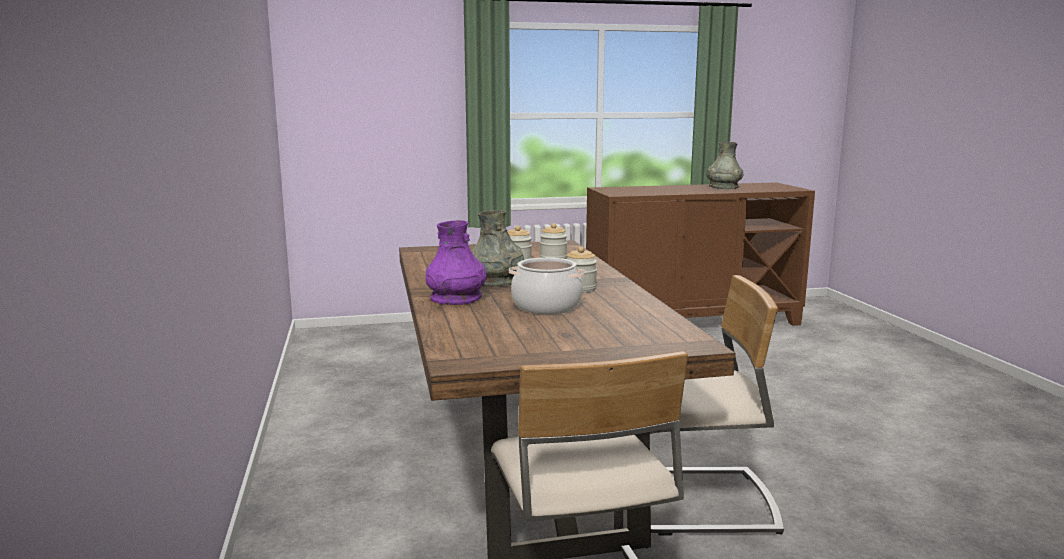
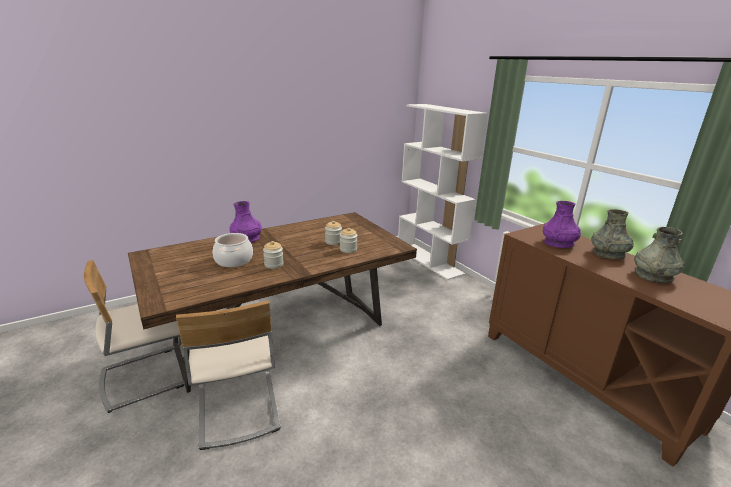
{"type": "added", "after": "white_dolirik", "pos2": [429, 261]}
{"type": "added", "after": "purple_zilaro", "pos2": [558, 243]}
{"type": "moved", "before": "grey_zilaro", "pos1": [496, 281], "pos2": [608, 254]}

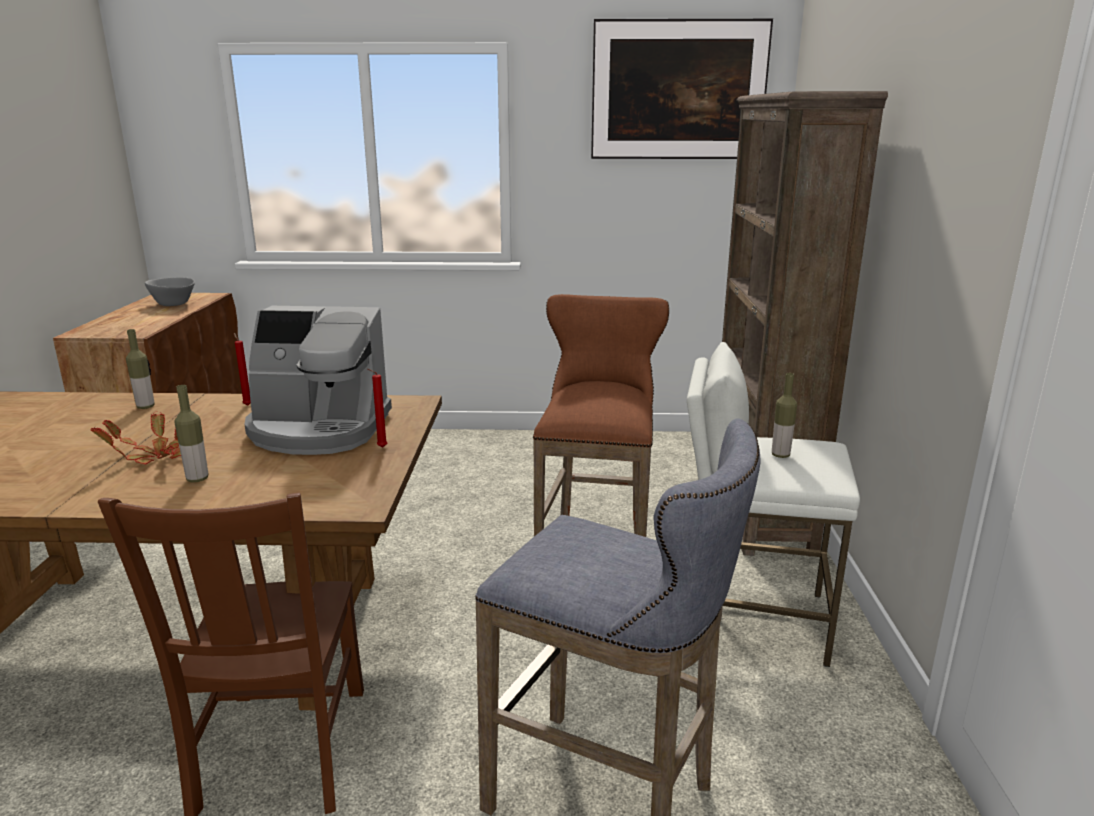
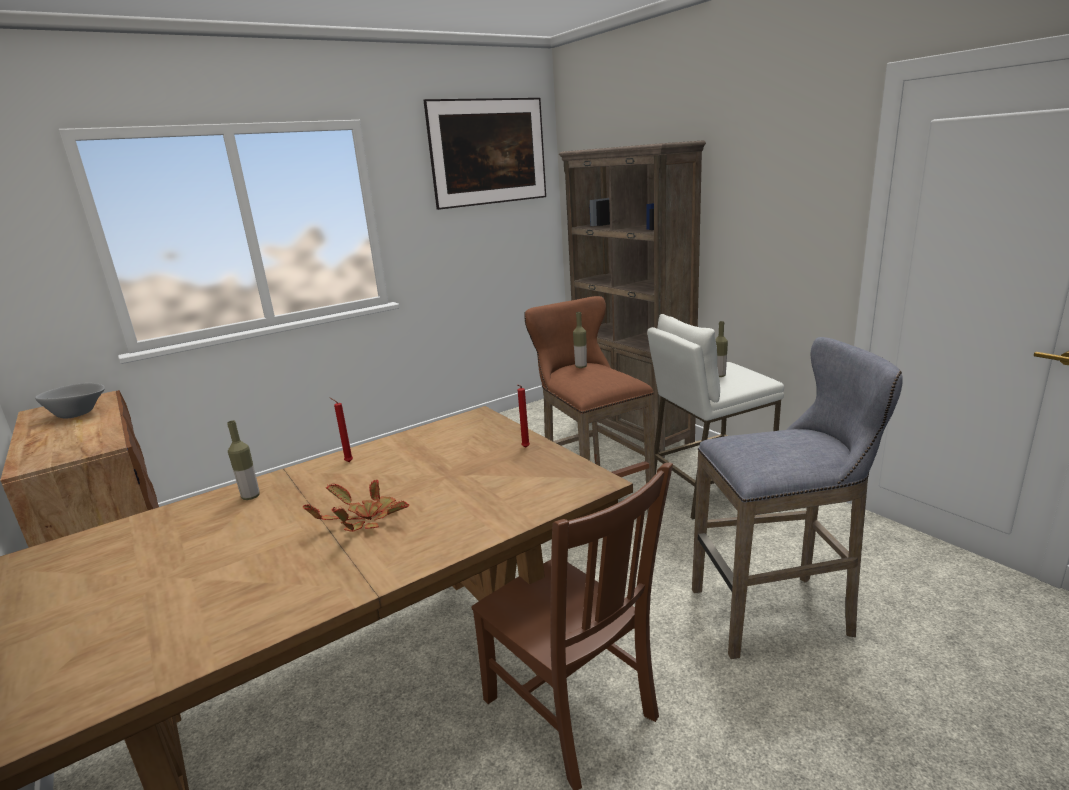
{"type": "removed", "before": "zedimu", "pos1": [318, 429]}
{"type": "moved", "before": "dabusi", "pos1": [197, 479], "pos2": [581, 367]}

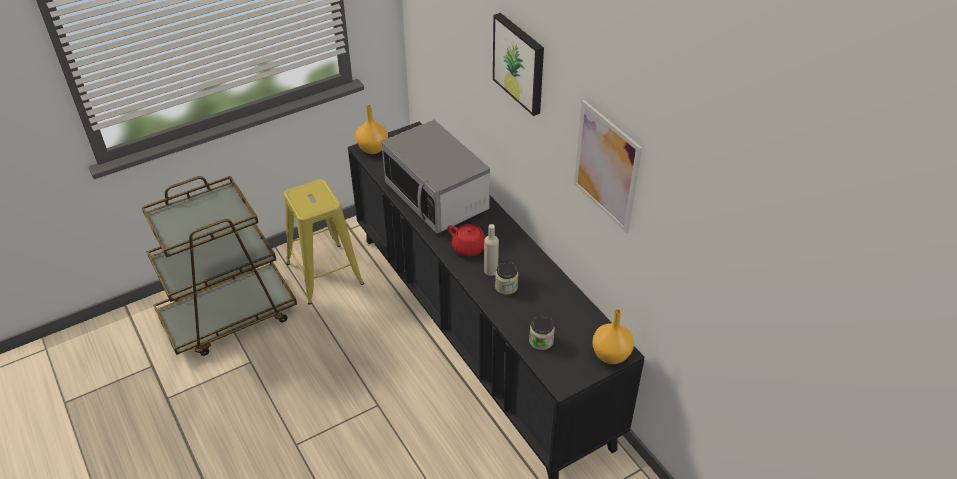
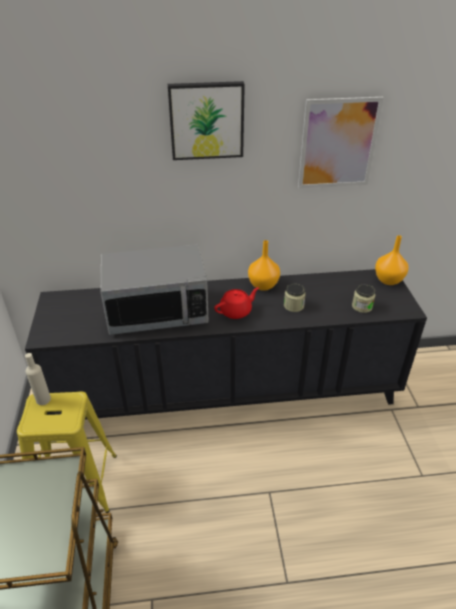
{"type": "moved", "before": "orange_zilaro", "pos1": [373, 148], "pos2": [262, 285]}
{"type": "moved", "before": "beige_dabusi", "pos1": [491, 270], "pos2": [43, 399]}

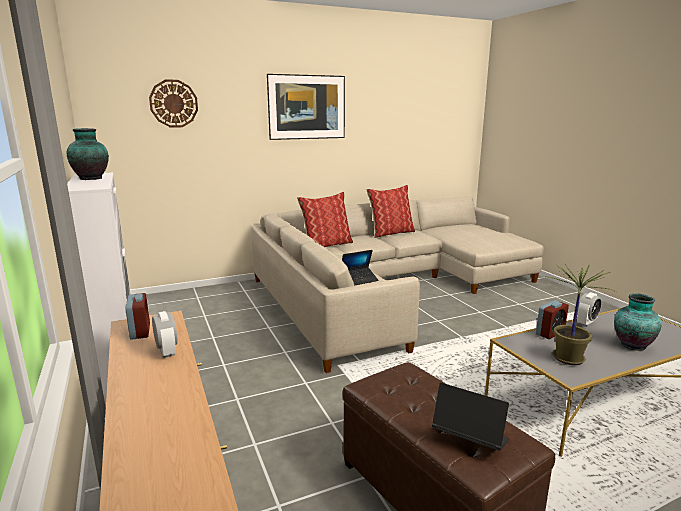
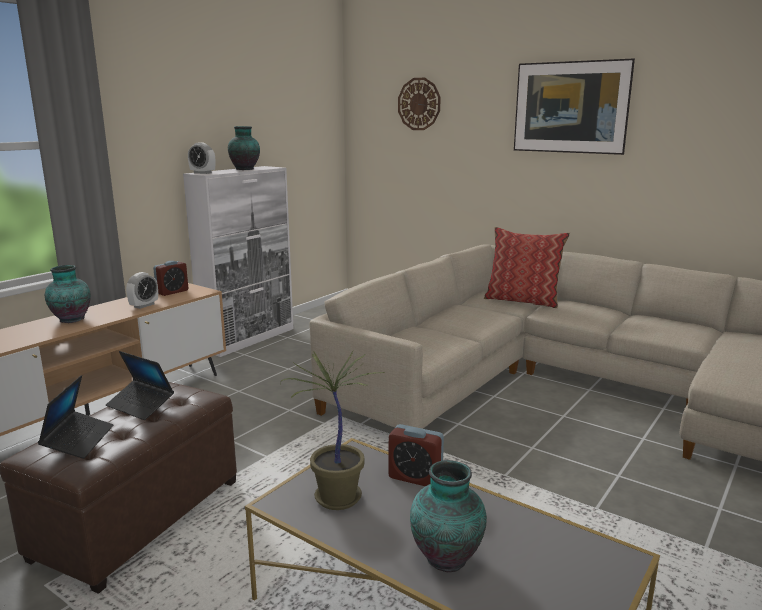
{"type": "removed", "before": "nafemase", "pos1": [390, 233]}
{"type": "added", "after": "zilaro", "pos2": [70, 319]}
{"type": "moved", "before": "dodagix", "pos1": [359, 280], "pos2": [140, 405]}
{"type": "moved", "before": "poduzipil", "pos1": [586, 323], "pos2": [202, 173]}

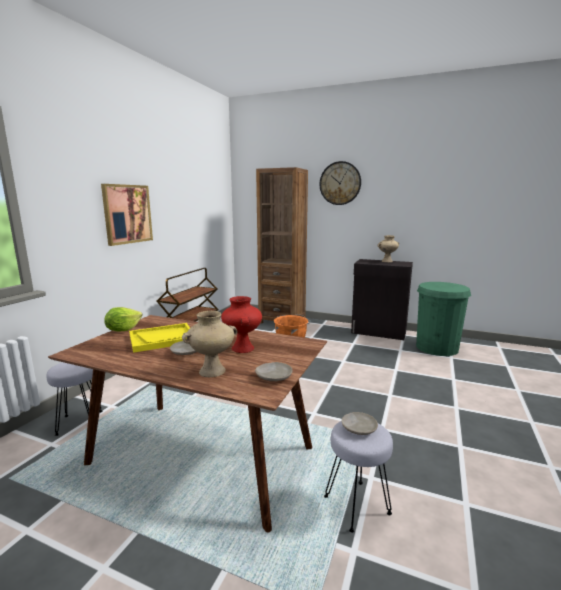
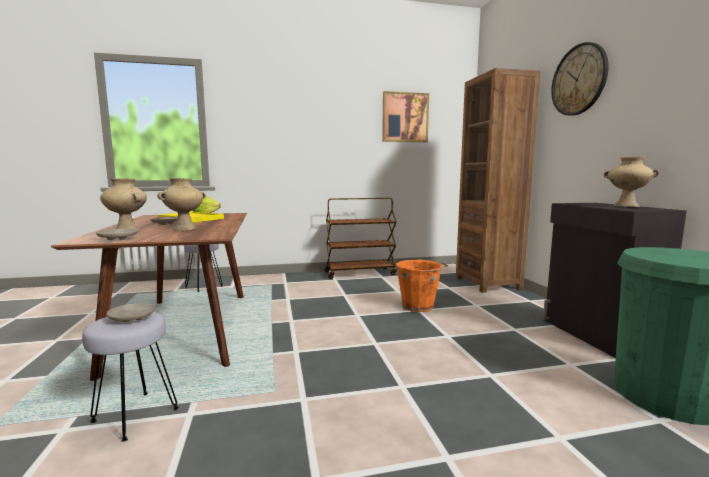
{"type": "moved", "before": "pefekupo", "pos1": [127, 214], "pos2": [405, 117]}
{"type": "recoloured", "before": "red_zilaro", "after": "beige_zilaro", "pos1": [242, 348], "pos2": [185, 228]}

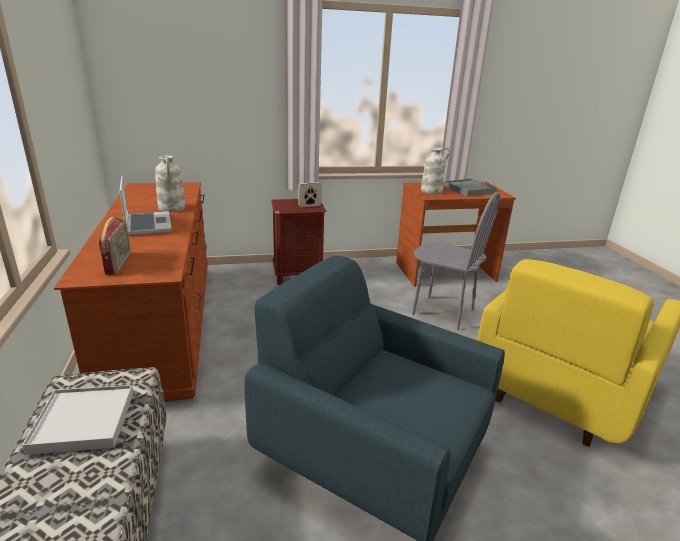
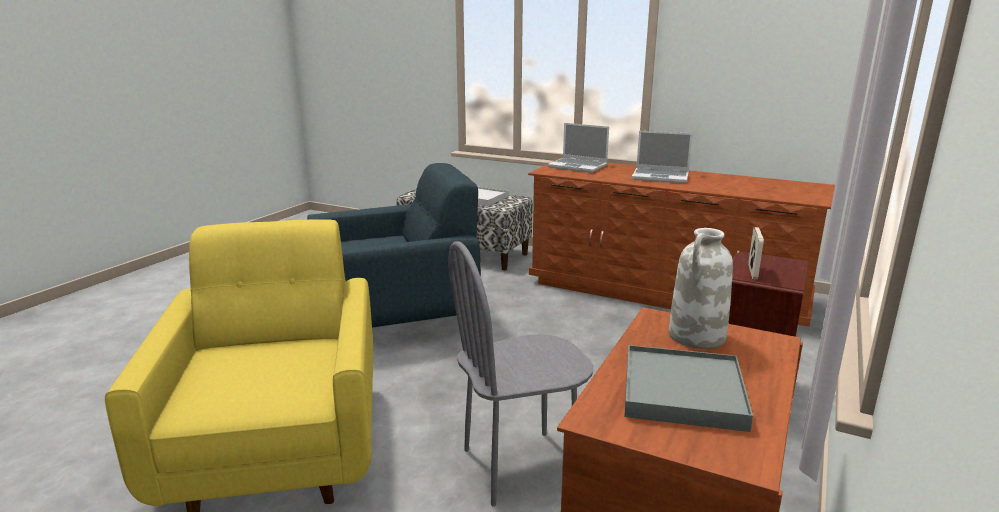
{"type": "removed", "before": "white_zilaro", "pos1": [172, 208]}
{"type": "replaced", "before": "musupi", "after": "dodagix", "pos1": [119, 263], "pos2": [578, 166]}

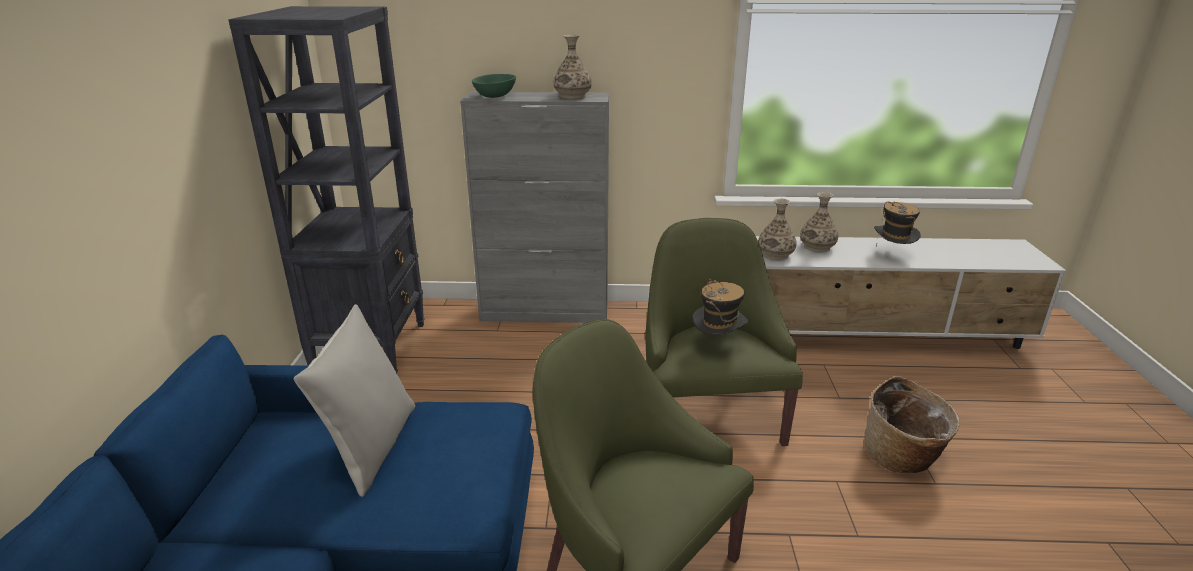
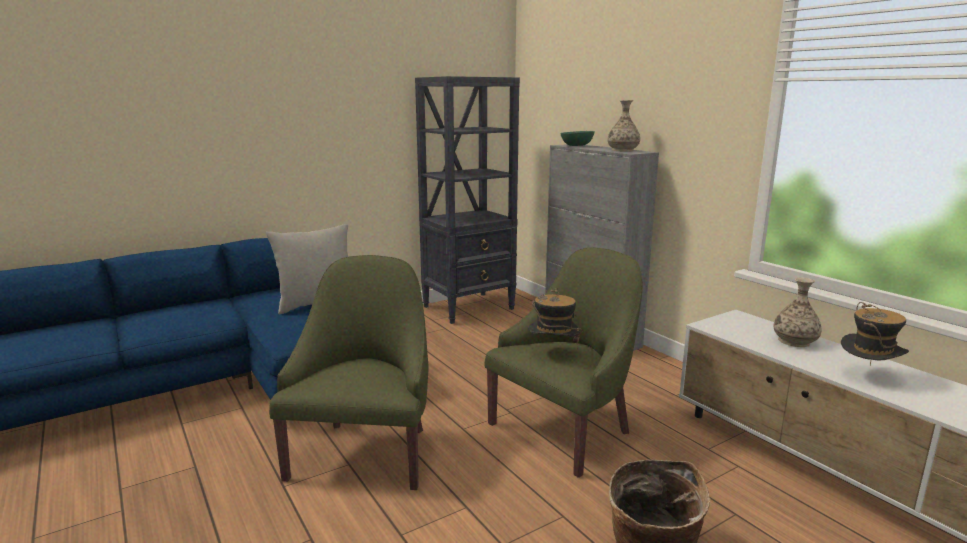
{"type": "removed", "before": "zilaro", "pos1": [775, 254]}

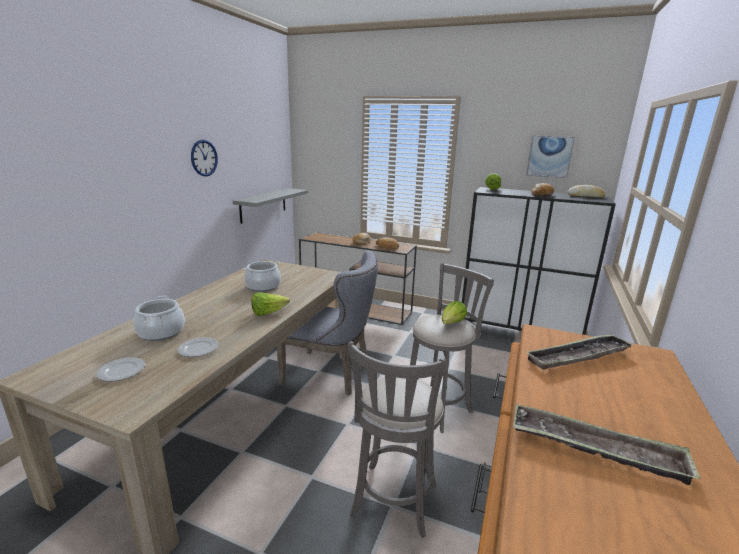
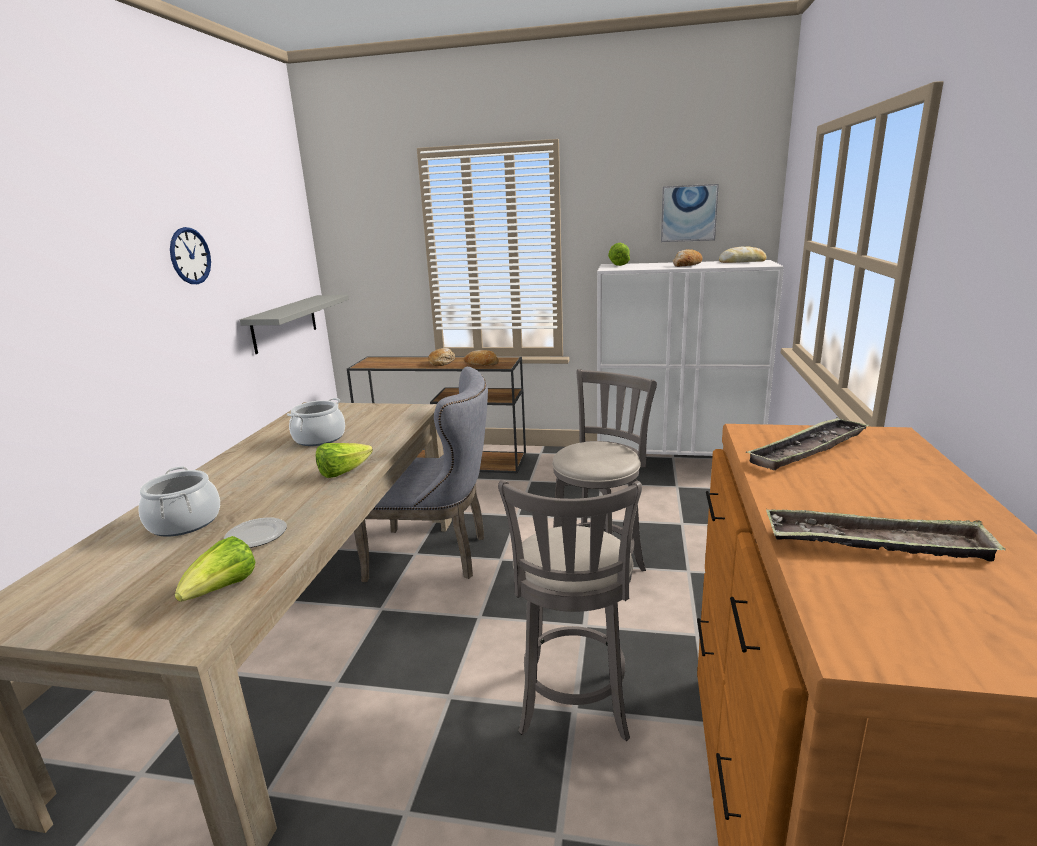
{"type": "removed", "before": "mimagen", "pos1": [122, 371]}
{"type": "moved", "before": "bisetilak", "pos1": [452, 324], "pos2": [223, 590]}
{"type": "recoloured", "before": "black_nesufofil", "after": "white_nesufofil", "pos1": [518, 334], "pos2": [676, 462]}

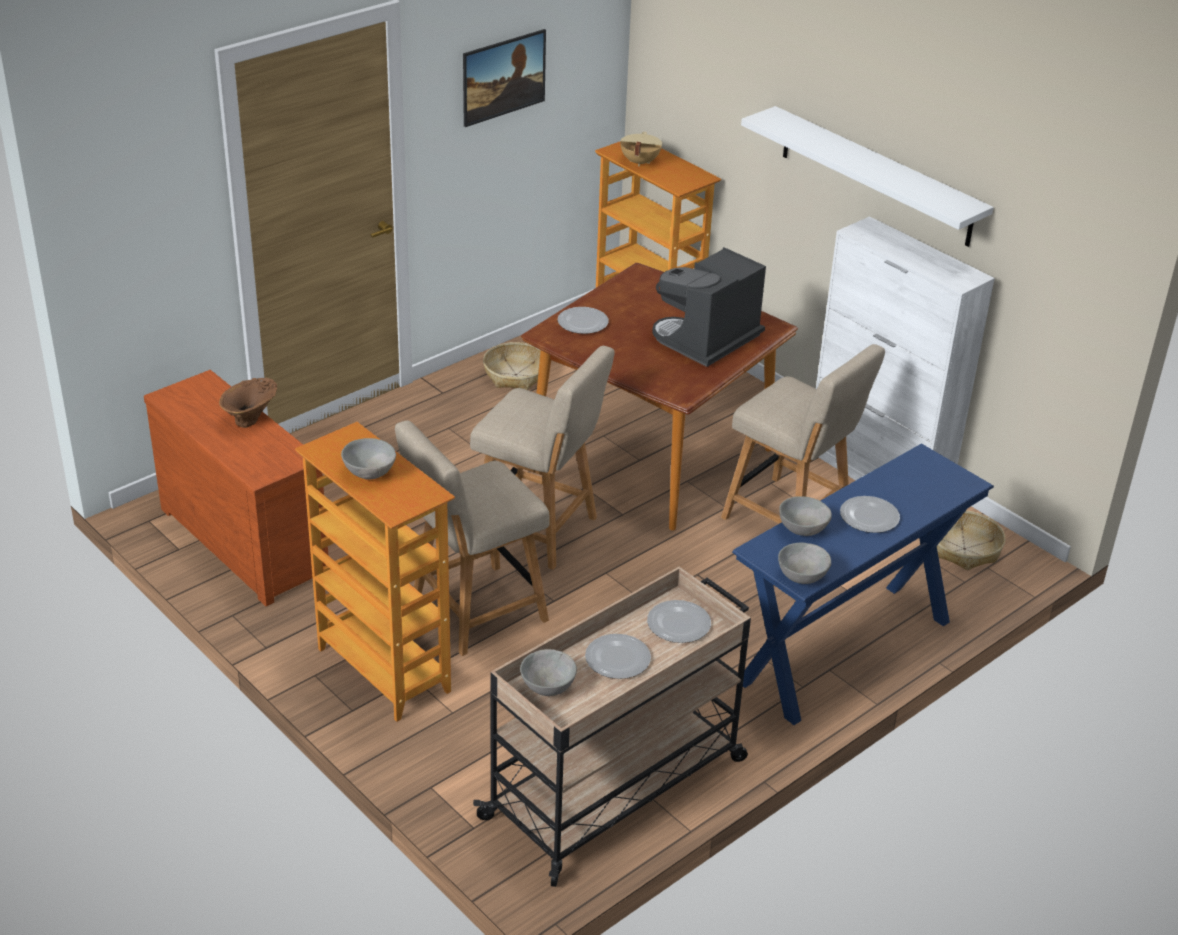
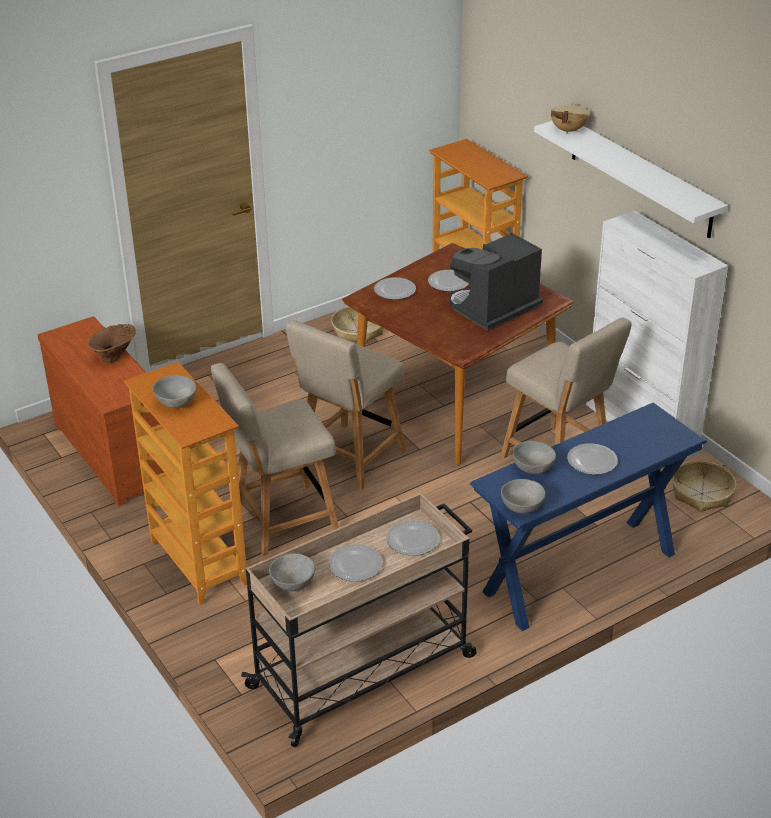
{"type": "removed", "before": "pefekupo", "pos1": [504, 95]}
{"type": "added", "after": "mimagen", "pos2": [449, 282]}
{"type": "moved", "before": "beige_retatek", "pos1": [639, 162], "pos2": [567, 130]}
{"type": "turned", "before": "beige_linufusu", "pos1": [539, 531], "pos2": [349, 459], "turn": 90}

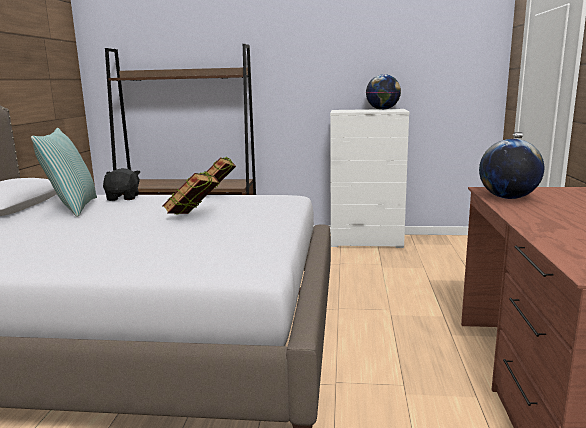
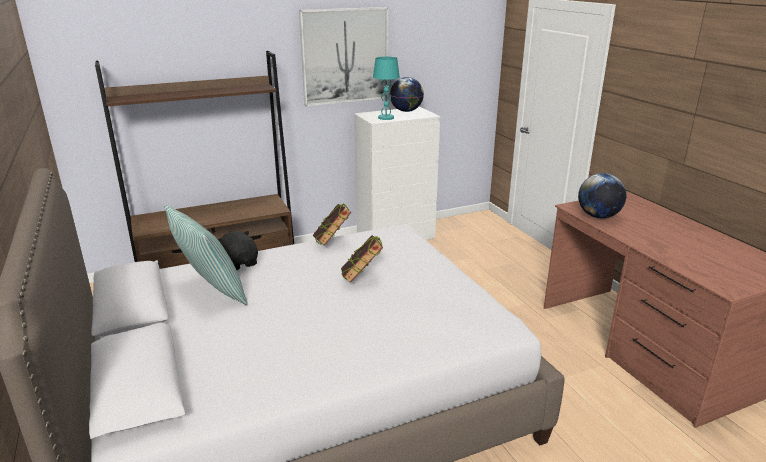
{"type": "added", "after": "pefekupo", "pos2": [345, 56]}
{"type": "added", "after": "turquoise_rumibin", "pos2": [386, 118]}

